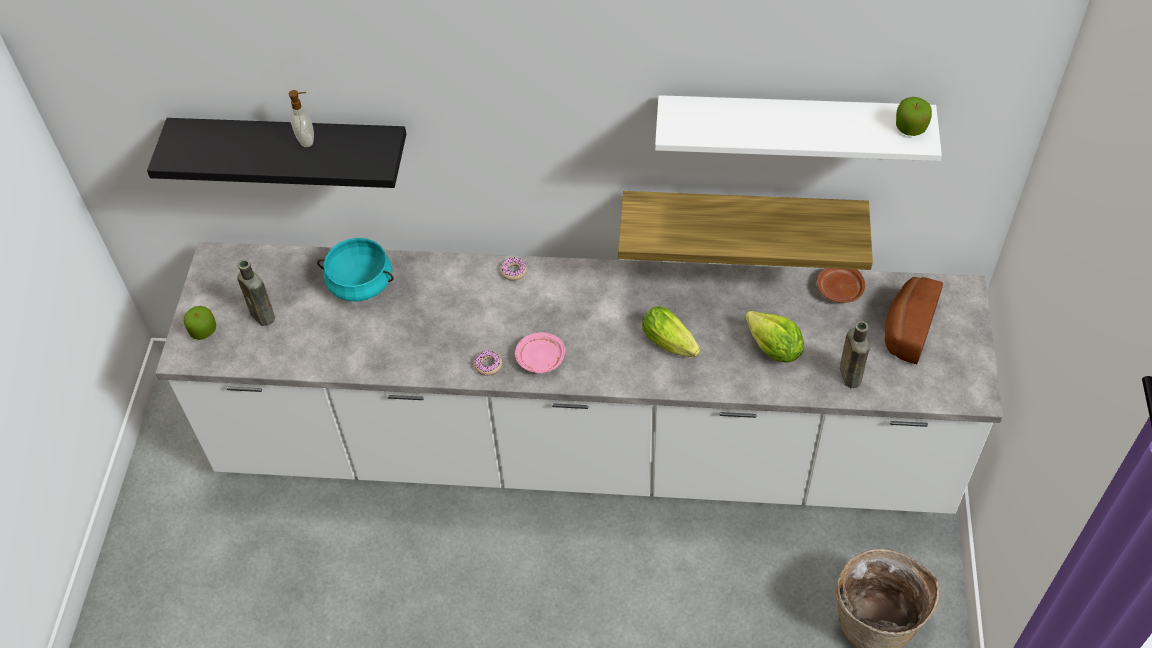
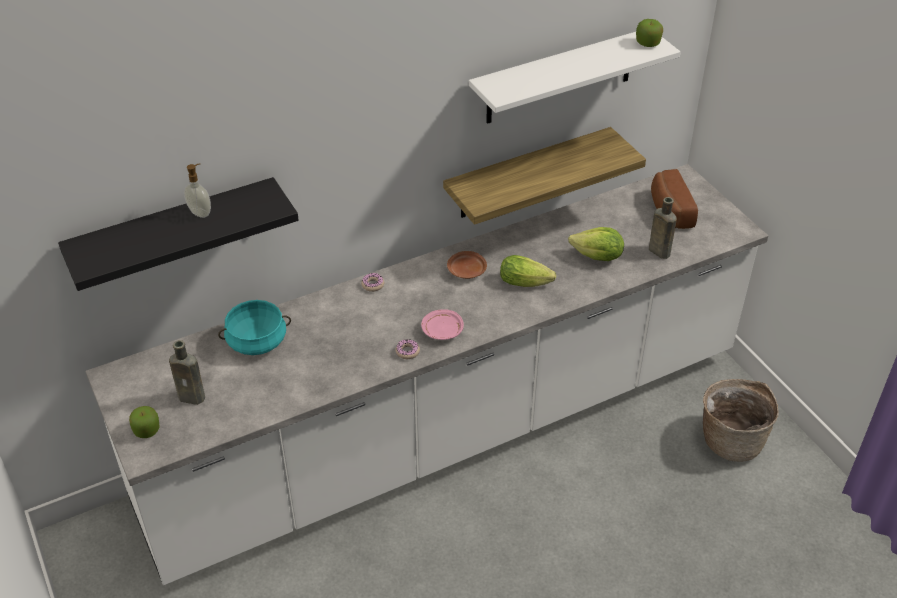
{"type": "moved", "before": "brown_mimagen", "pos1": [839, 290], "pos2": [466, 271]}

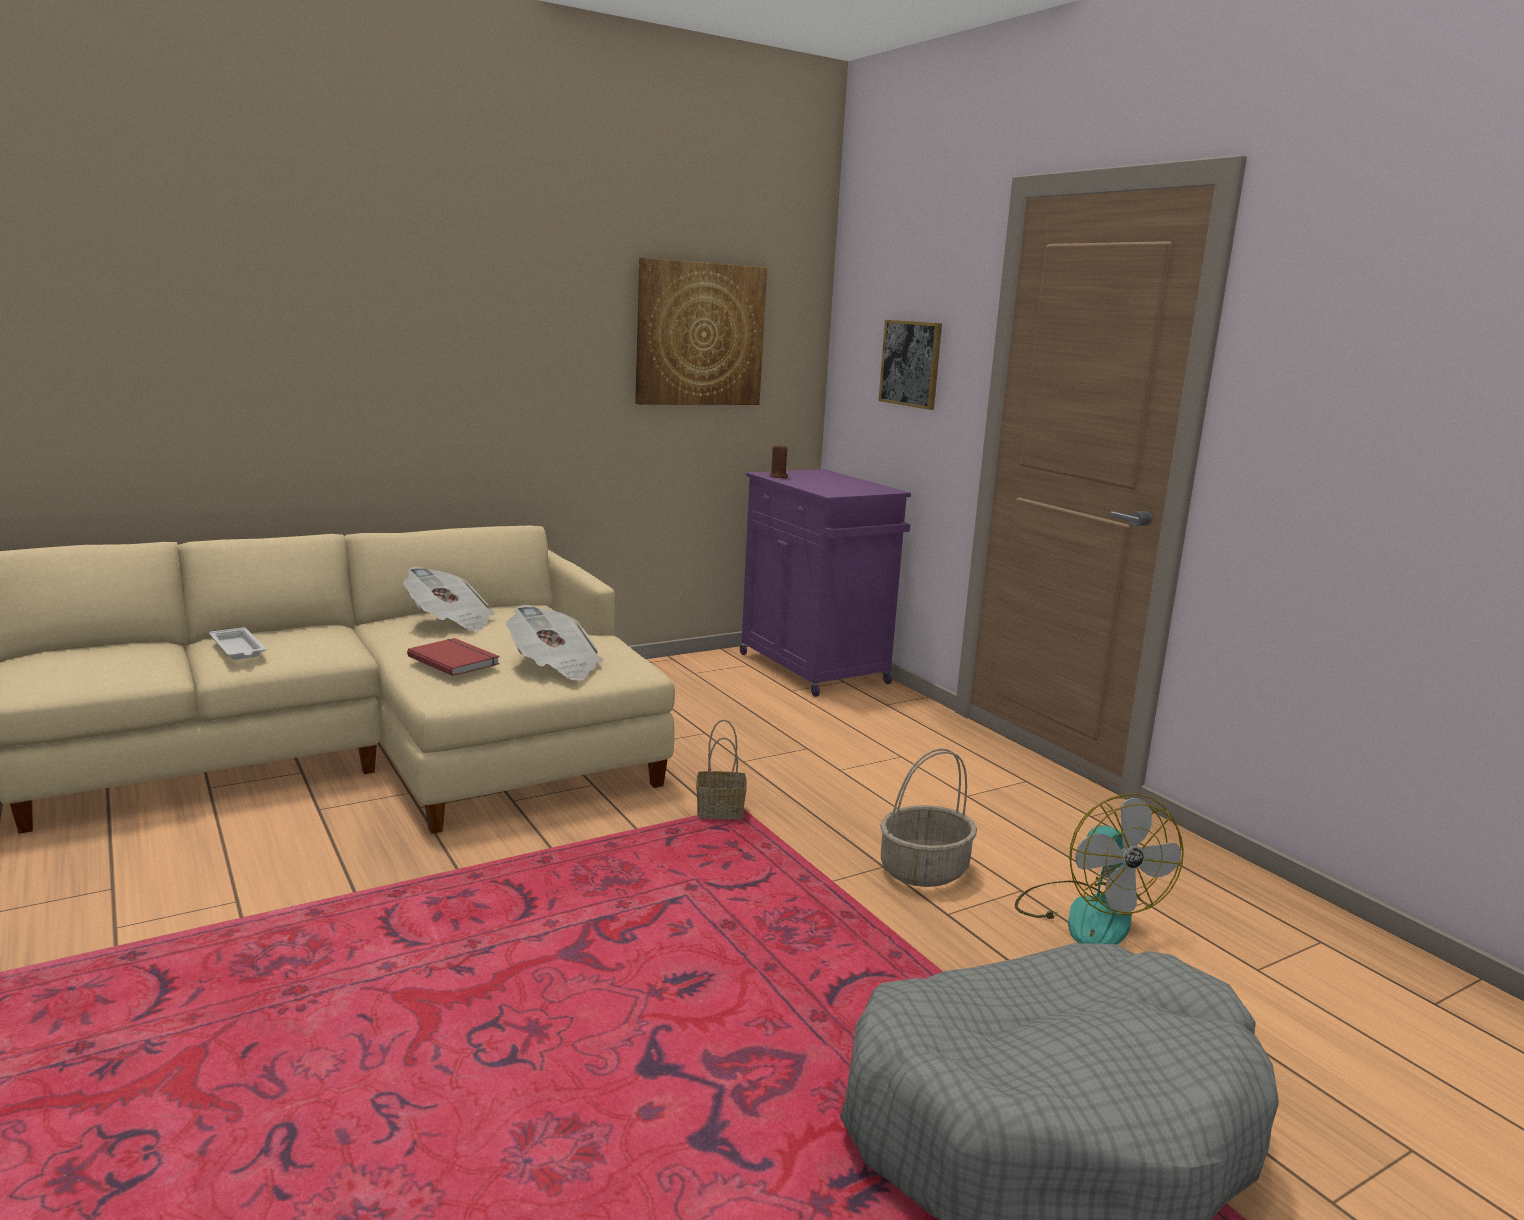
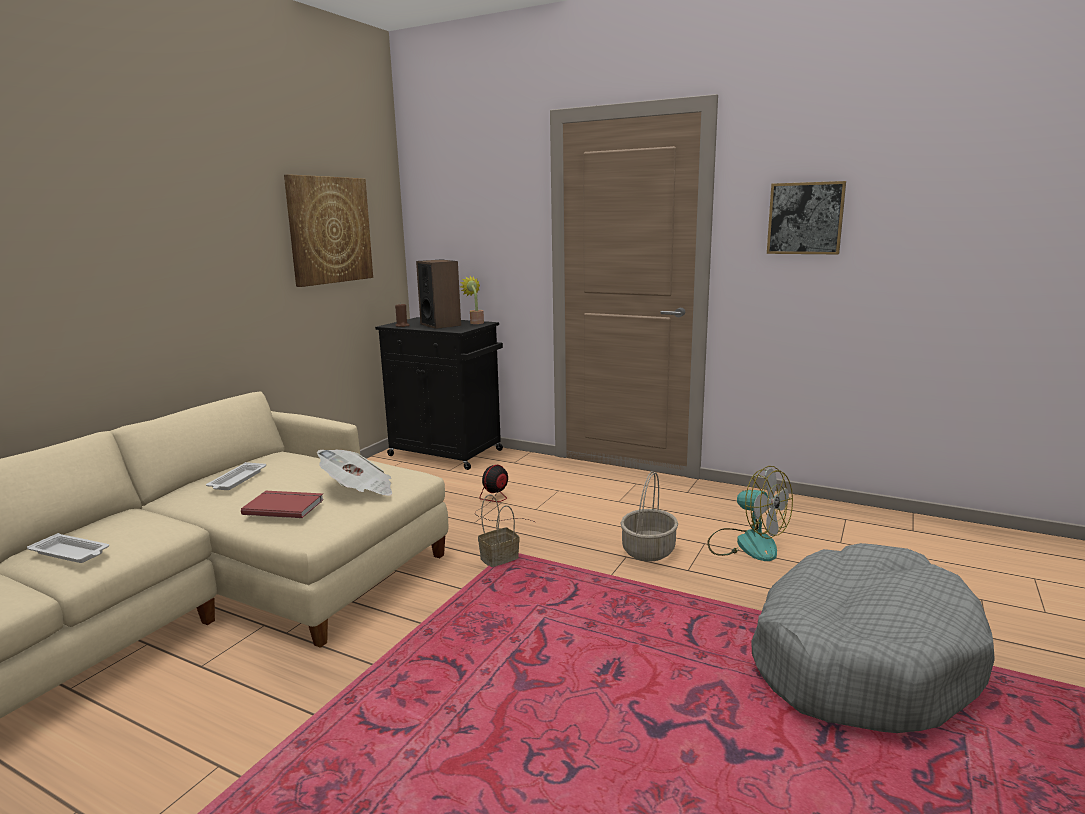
{"type": "added", "after": "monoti", "pos2": [440, 324]}
{"type": "added", "after": "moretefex", "pos2": [475, 322]}
{"type": "added", "after": "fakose", "pos2": [496, 504]}
{"type": "moved", "before": "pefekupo", "pos1": [911, 363], "pos2": [805, 218]}
{"type": "replaced", "before": "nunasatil", "after": "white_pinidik", "pos1": [450, 622], "pos2": [237, 480]}
{"type": "recoloured", "before": "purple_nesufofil", "after": "black_nesufofil", "pos1": [815, 669], "pos2": [447, 453]}

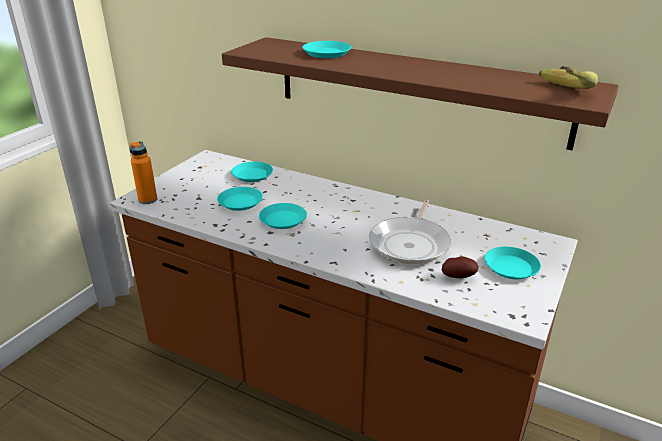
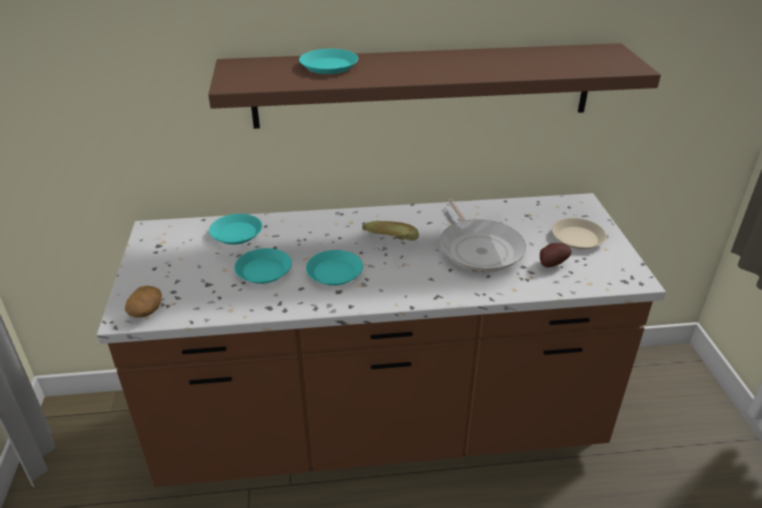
{"type": "moved", "before": "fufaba", "pos1": [558, 92], "pos2": [388, 246]}
{"type": "replaced", "before": "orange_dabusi", "after": "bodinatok", "pos1": [148, 200], "pos2": [146, 311]}
{"type": "recoloured", "before": "turquoise_mimagen", "after": "beige_mimagen", "pos1": [511, 267], "pos2": [578, 238]}

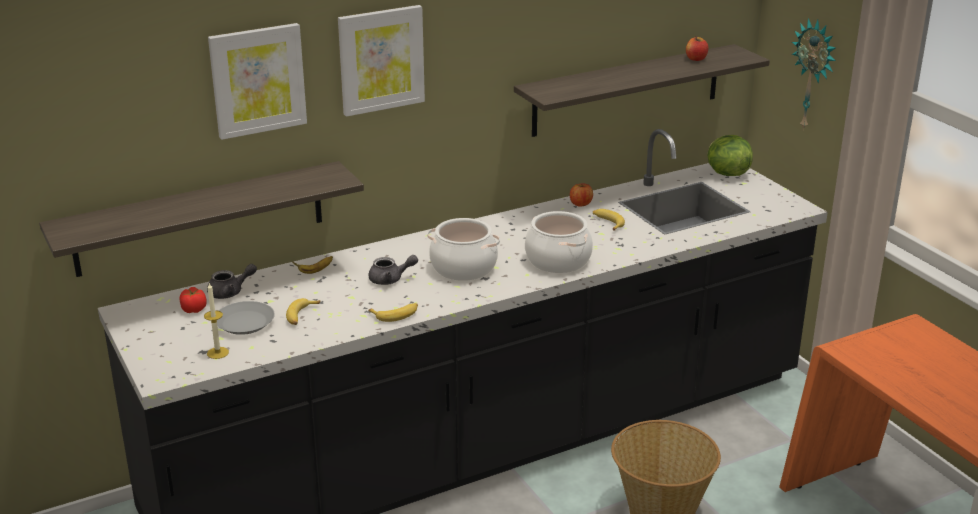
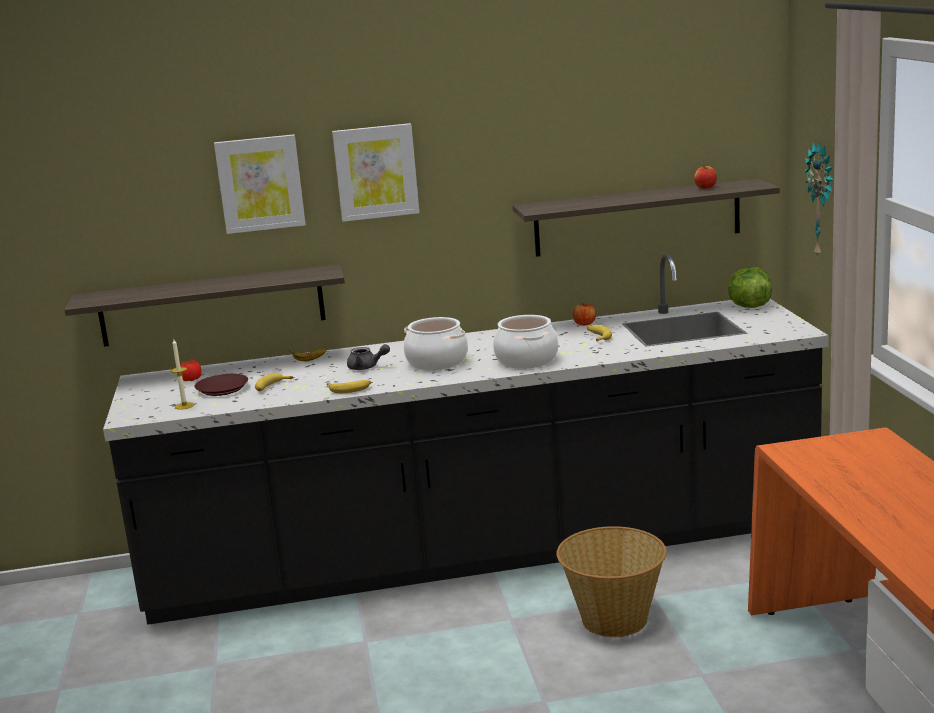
{"type": "removed", "before": "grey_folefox", "pos1": [230, 292]}
{"type": "recoloured", "before": "grey_mimagen", "after": "brown_mimagen", "pos1": [245, 323], "pos2": [223, 389]}

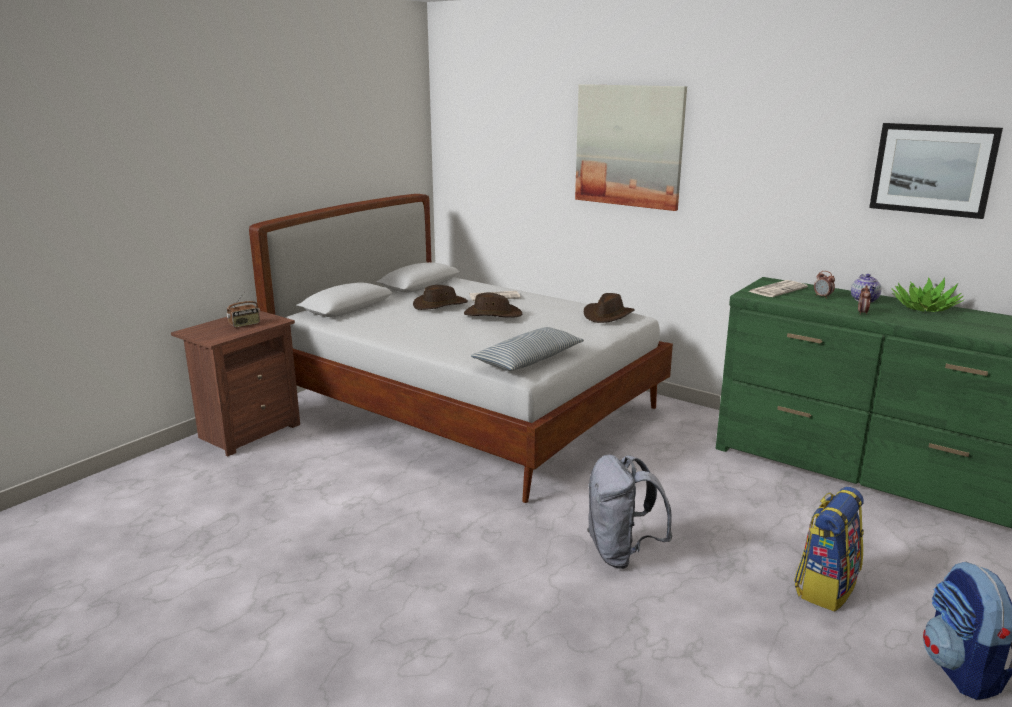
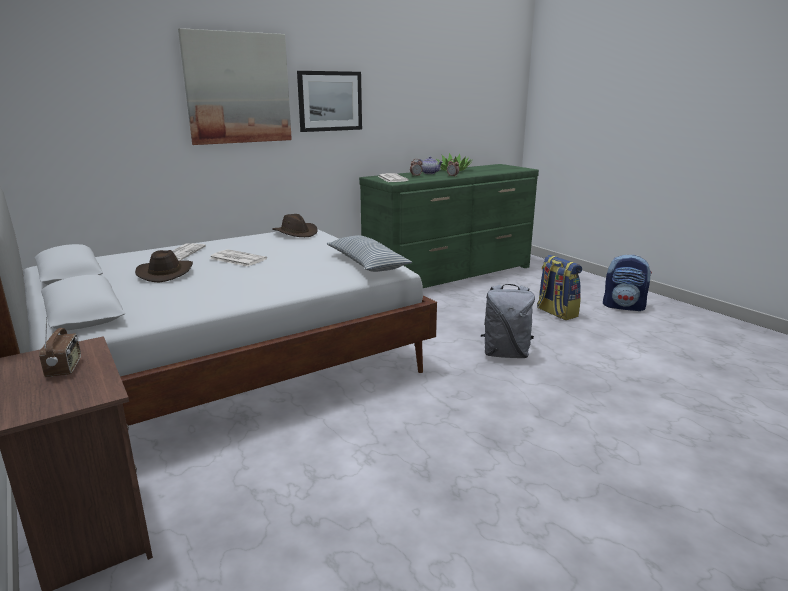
{"type": "moved", "before": "pefekupo", "pos1": [933, 169], "pos2": [330, 101]}
{"type": "replaced", "before": "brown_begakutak", "after": "nunasatil", "pos1": [492, 314], "pos2": [237, 259]}

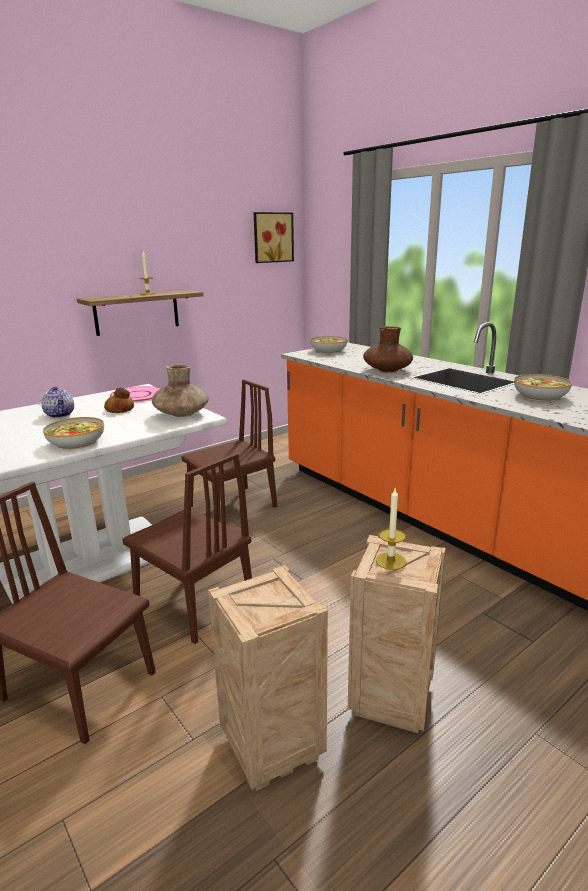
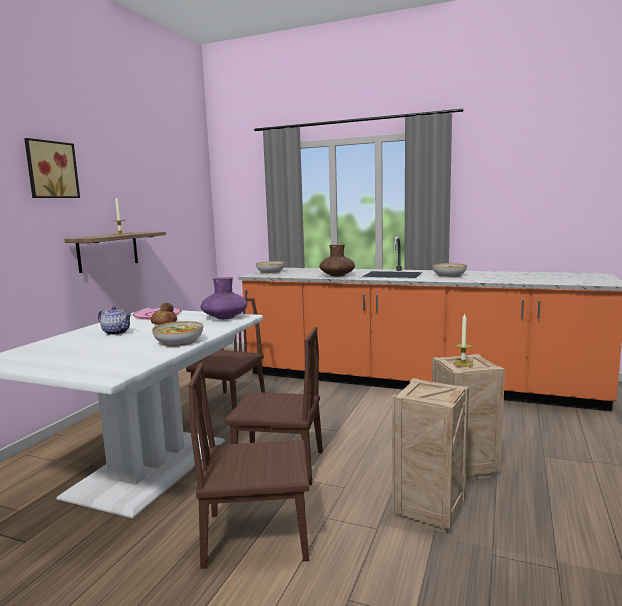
{"type": "moved", "before": "pefekupo", "pos1": [272, 237], "pos2": [50, 170]}
{"type": "recoloured", "before": "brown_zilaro", "after": "purple_zilaro", "pos1": [181, 414], "pos2": [224, 317]}

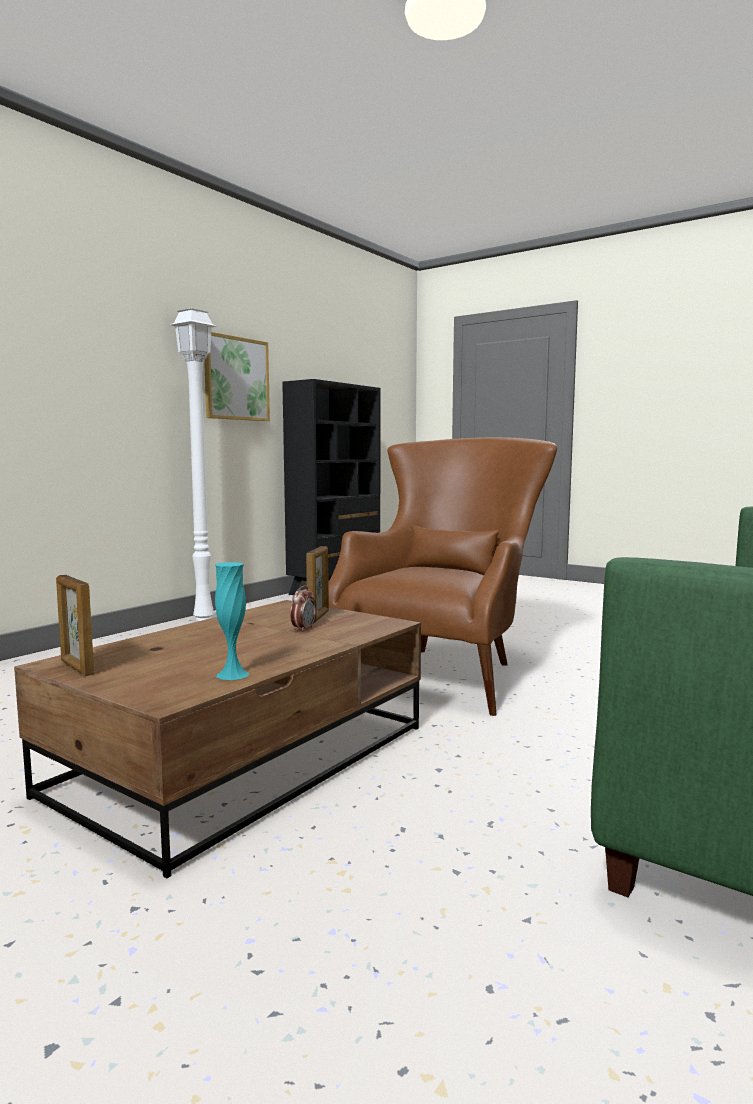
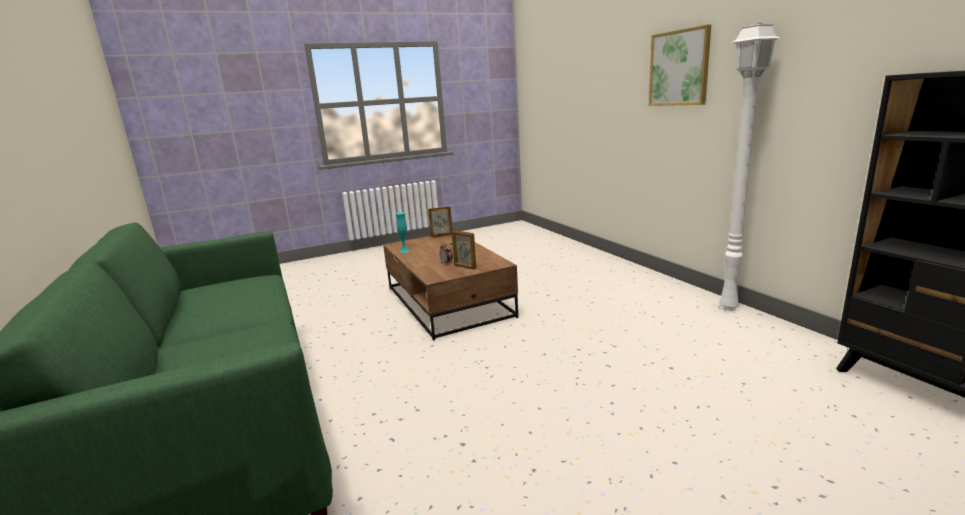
{"type": "removed", "before": "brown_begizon", "pos1": [444, 669]}
{"type": "moved", "before": "pefekupo", "pos1": [236, 379], "pos2": [679, 68]}

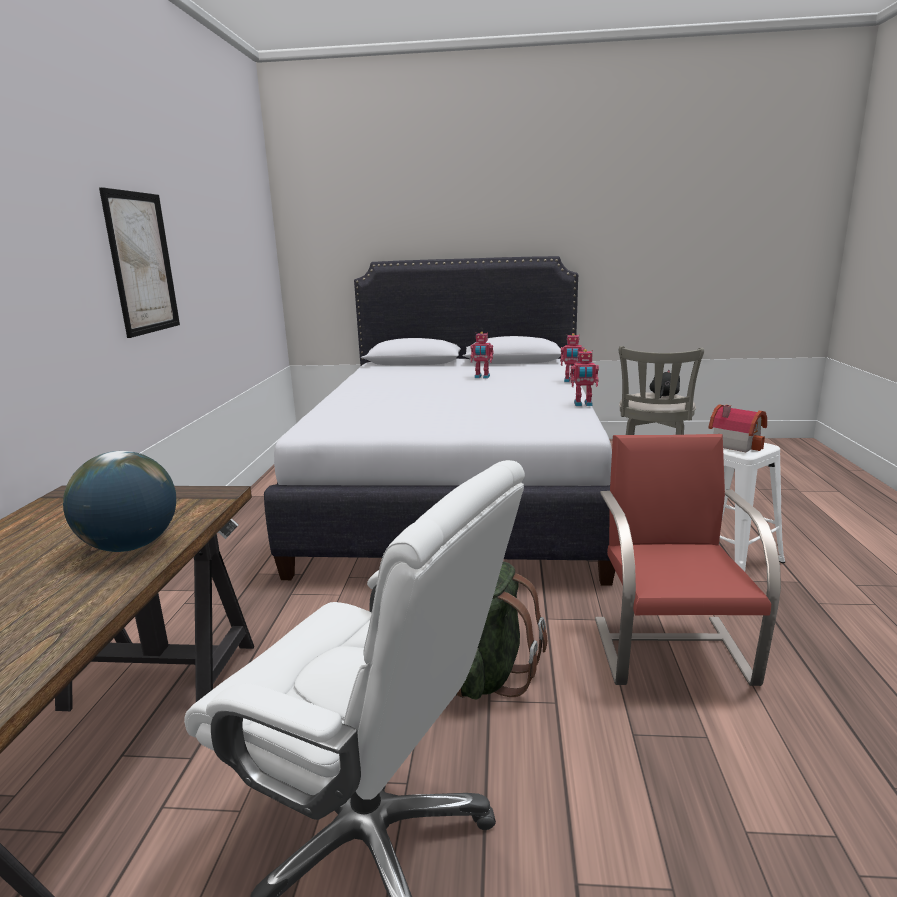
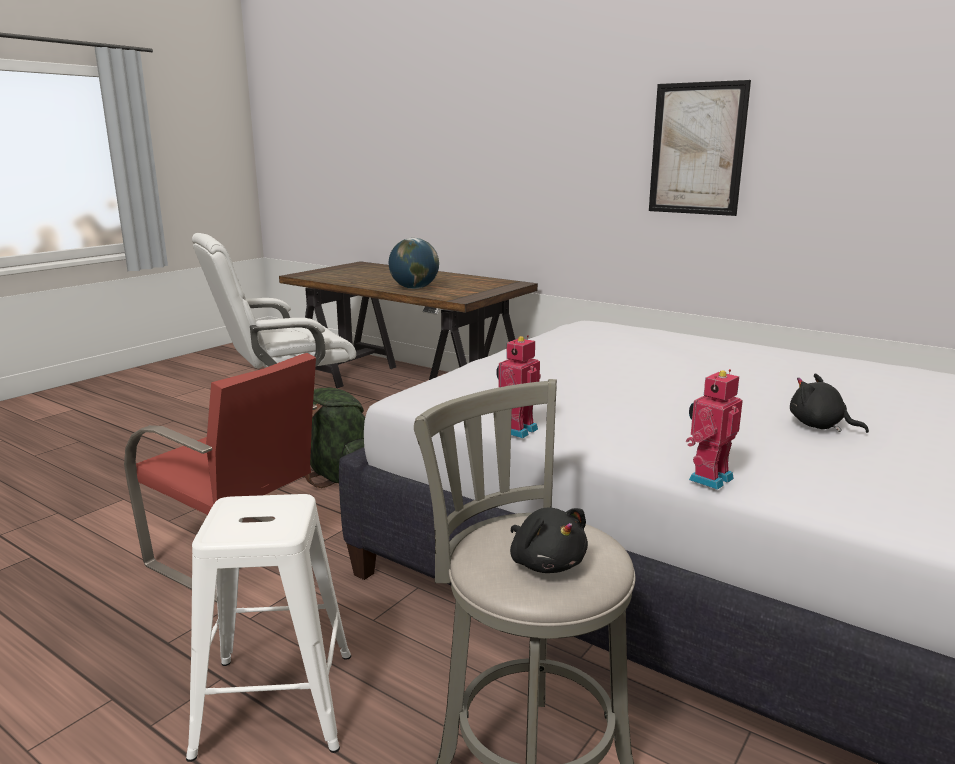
{"type": "removed", "before": "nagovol", "pos1": [735, 444]}
{"type": "replaced", "before": "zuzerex", "after": "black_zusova", "pos1": [482, 377], "pos2": [819, 426]}

